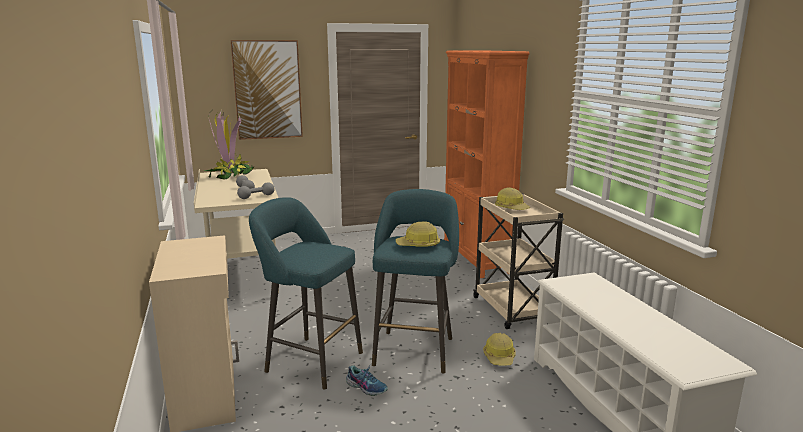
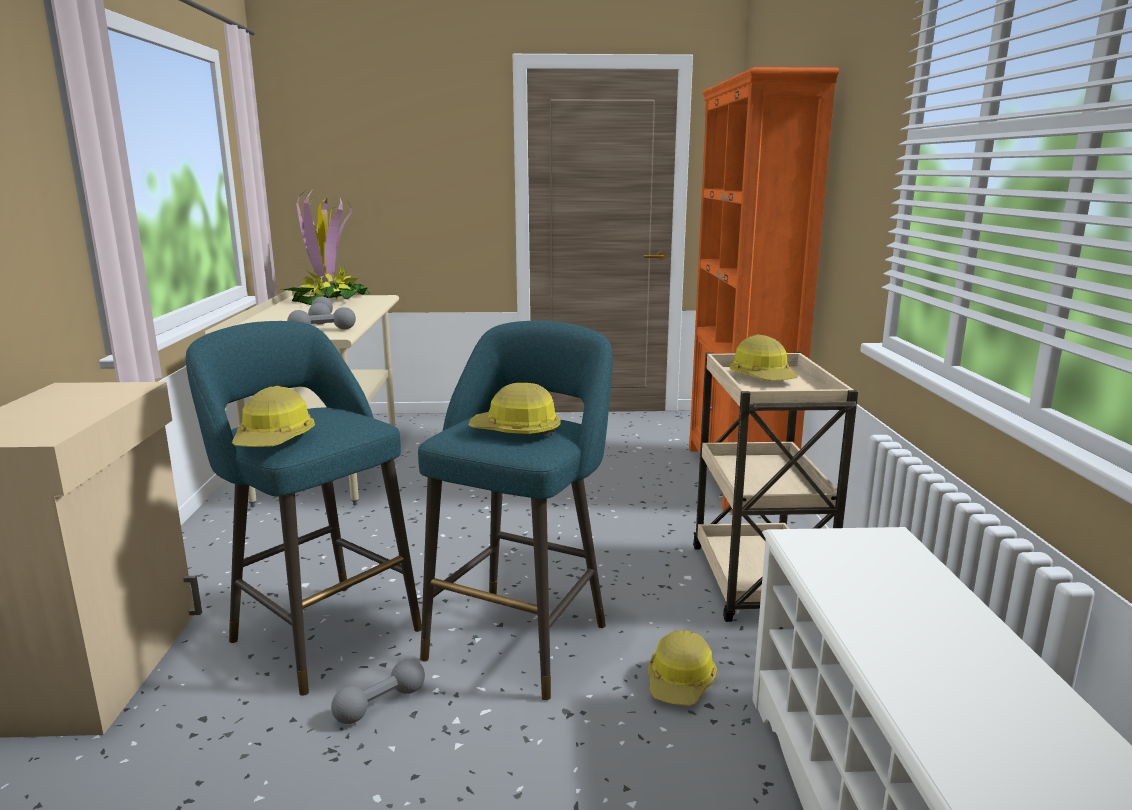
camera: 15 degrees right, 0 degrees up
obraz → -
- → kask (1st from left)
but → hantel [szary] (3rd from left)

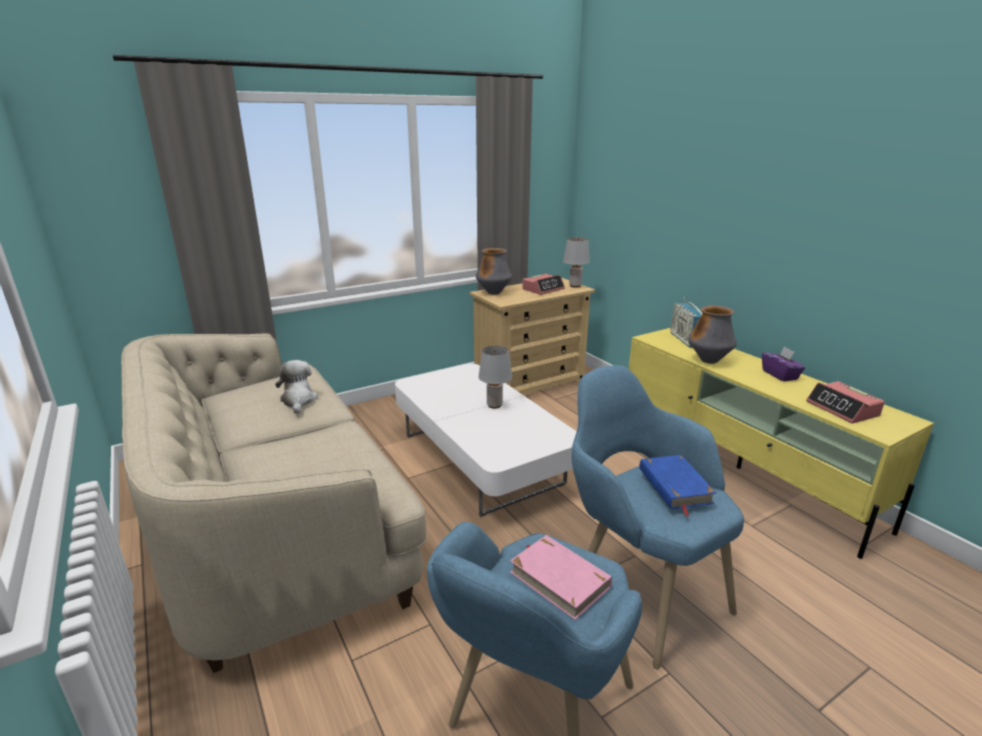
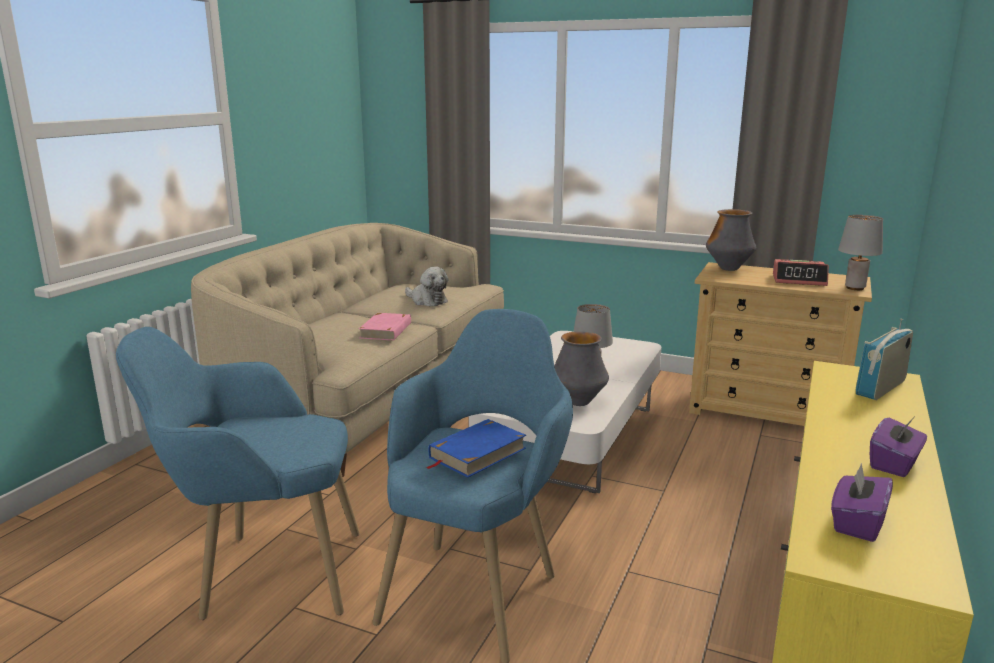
camera: 55 degrees right, 5 degrees down
książka [różowy], moved
wazon (2nd from left in the first image) → wazon (1st from left), moved
budzik (2nd from left) → pudełko chusteczek [fioletowy] (1st from left)
pluszak, 90 degrees clockwise

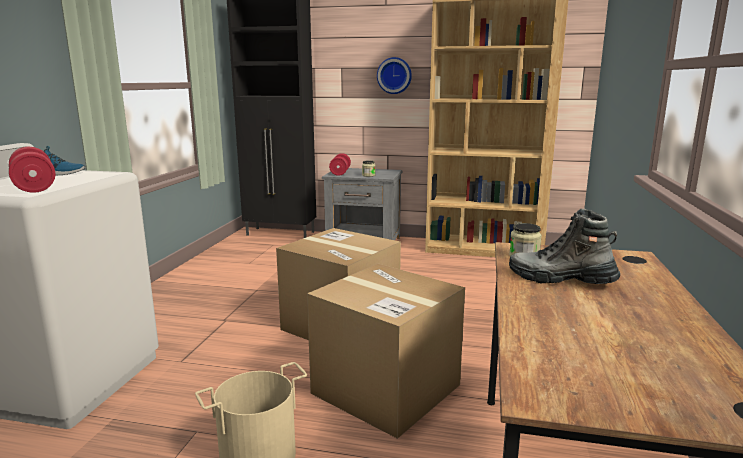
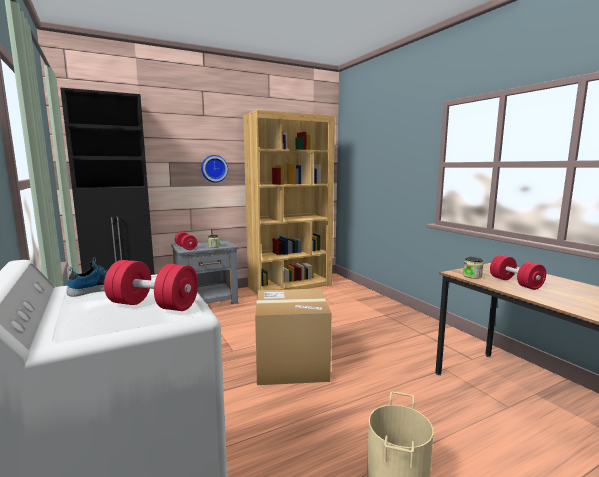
camera: 40 degrees left, 5 degrees down
karton (2nd from left) → -
but z cholewką → hantel [czerwony] (3rd from left)

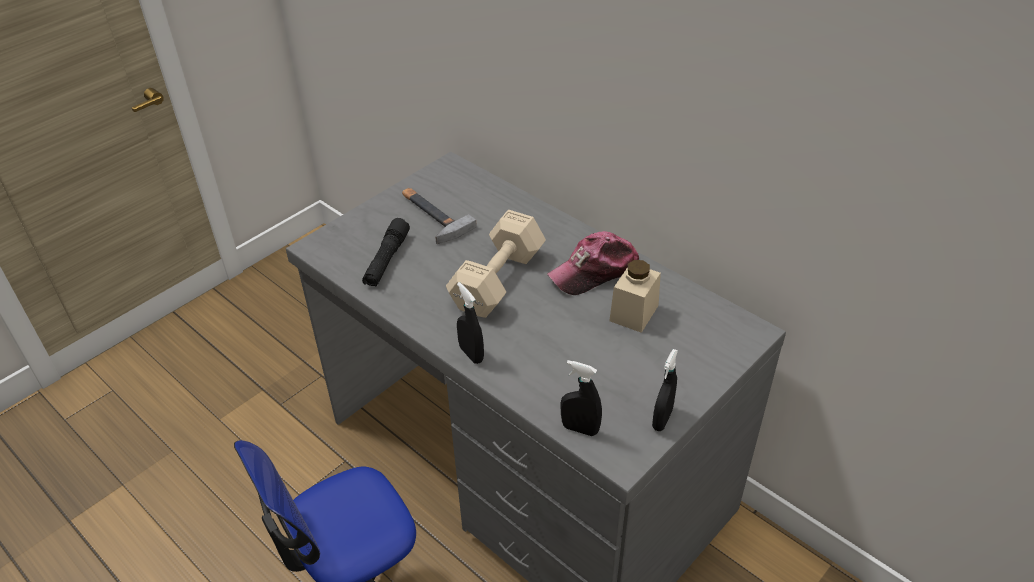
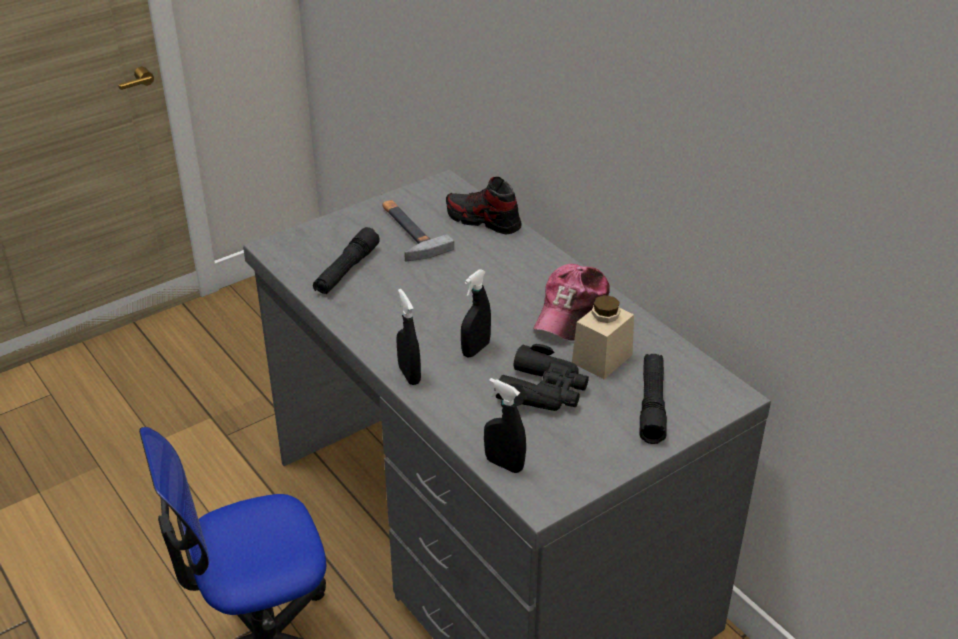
camera: 10 degrees right, 5 degrees down
hantel [beżowy] → -
- → but
- → lornetka [czarny]
- → latarka [czarny] (2nd from left)
spryskiwacz [czarny] (3rd from left in the first image) → spryskiwacz [czarny] (2nd from left), moved
czapka z daszkiem, 45 degrees counterclockwise

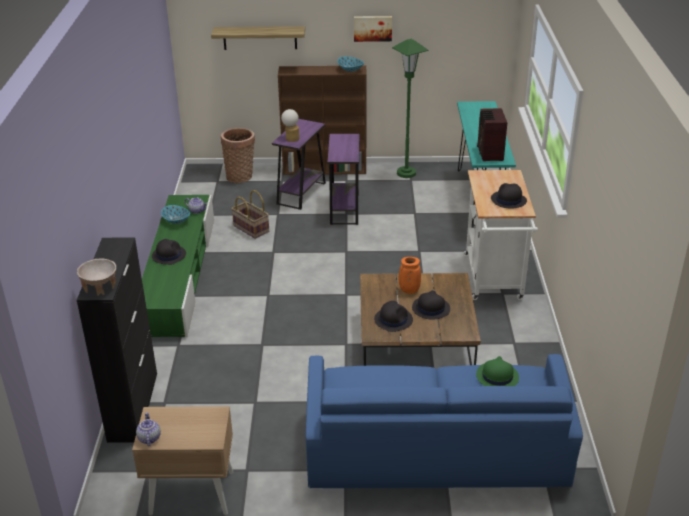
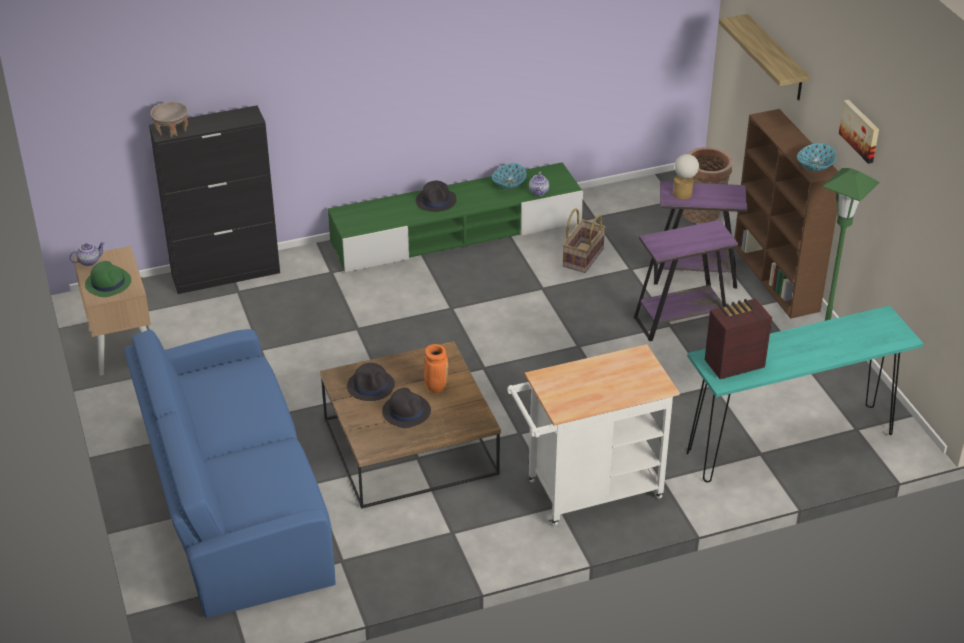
camera: 70 degrees right, 5 degrees up
kapelusz [czarny] (4th from left) → -
kapelusz [zielony], moved

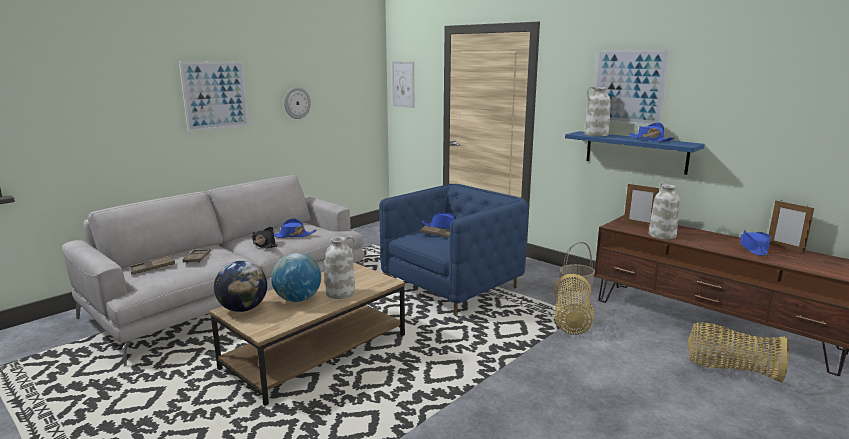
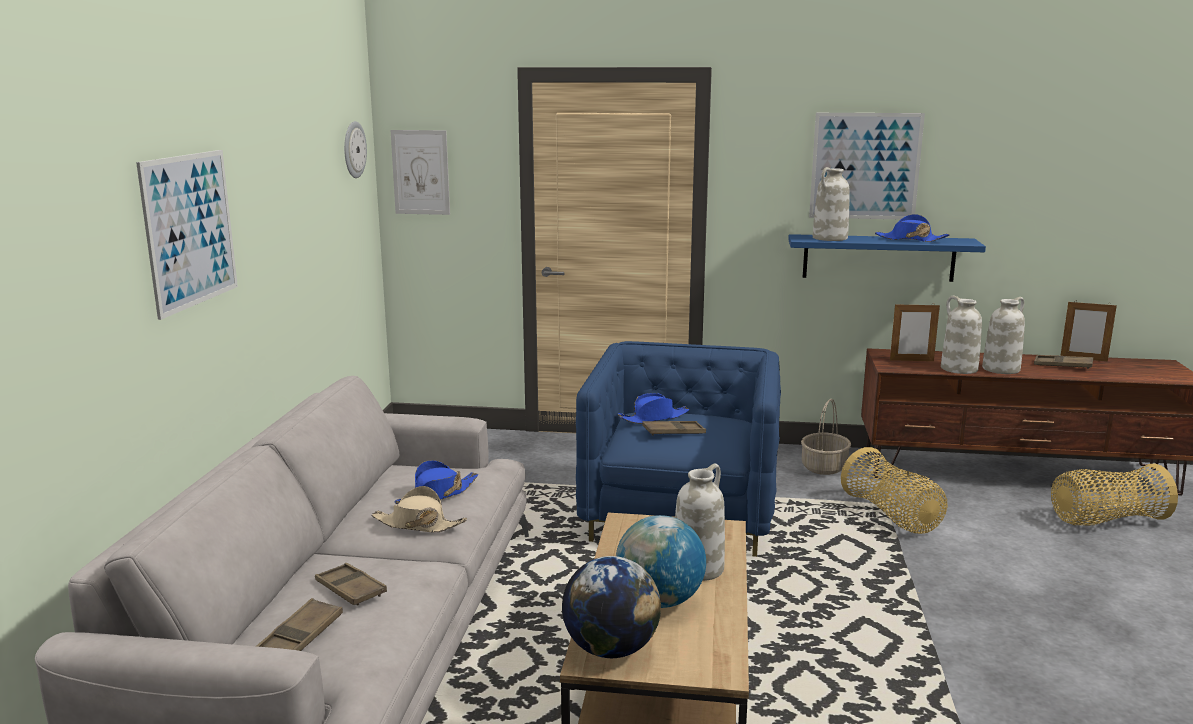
camera: 35 degrees left, 0 degrees up
- → wazon [biały] (4th from left)
zegar ścienny, moved
kapelusz [niebieski] (4th from left) → taca [brązowy] (4th from left)
kapelusz [czarny] → kapelusz [beżowy]

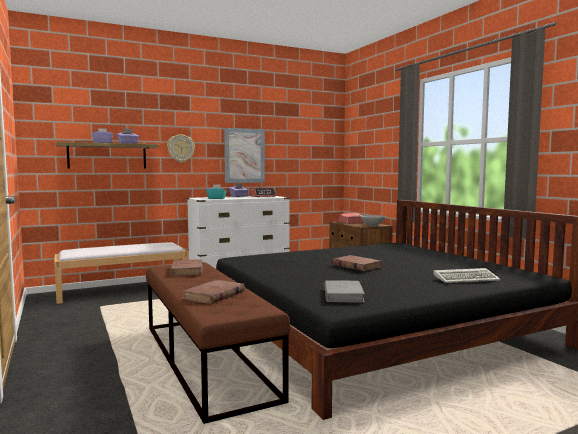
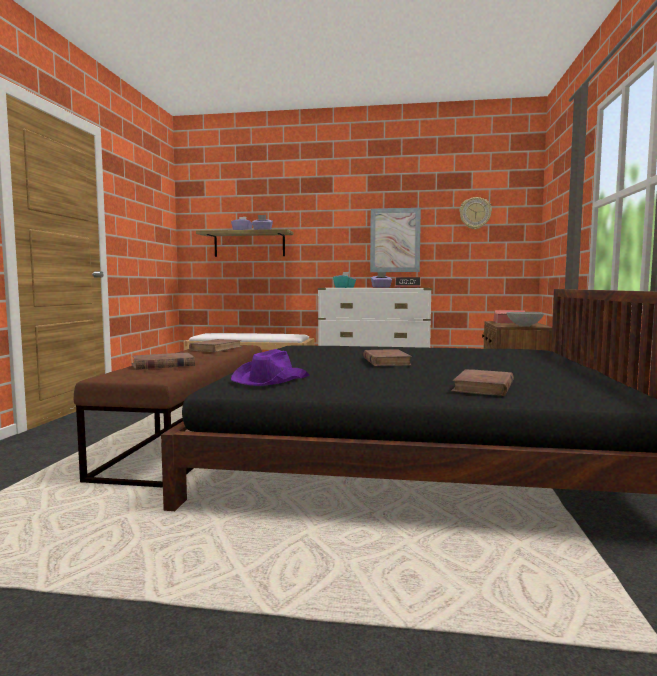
camera: 35 degrees right, 0 degrees up
zegar ścienny, moved
książka [szary] → kapelusz [fioletowy]
klawiatura → książka [brązowy] (4th from left)

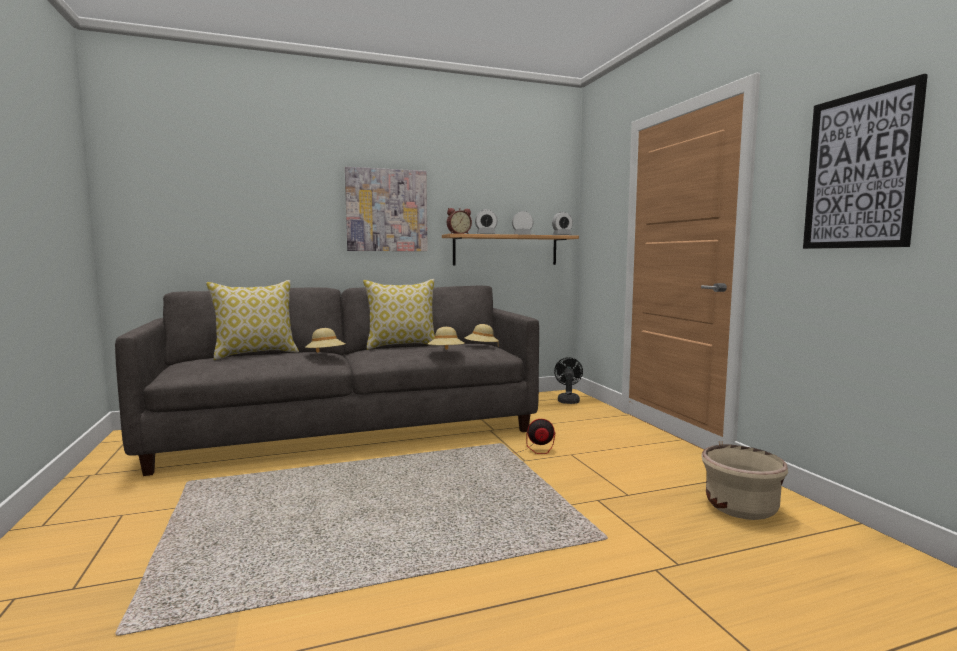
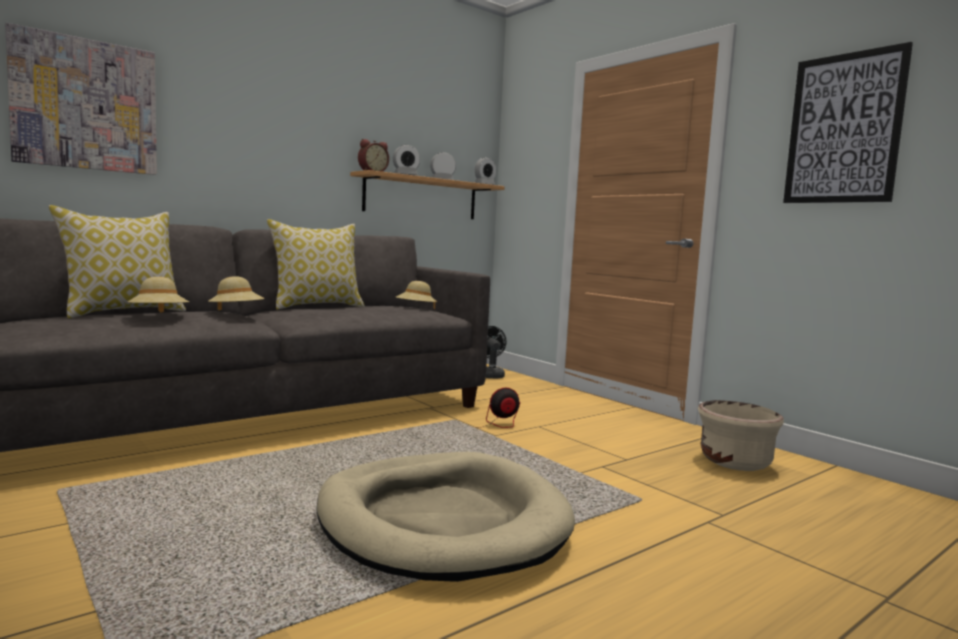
camera: 20 degrees left, 0 degrees up
- → legowisko [beżowy]
obraz (1st from left), moved
kapelusz [beżowy] (2nd from left in the first image) → kapelusz [beżowy] (1st from left), moved

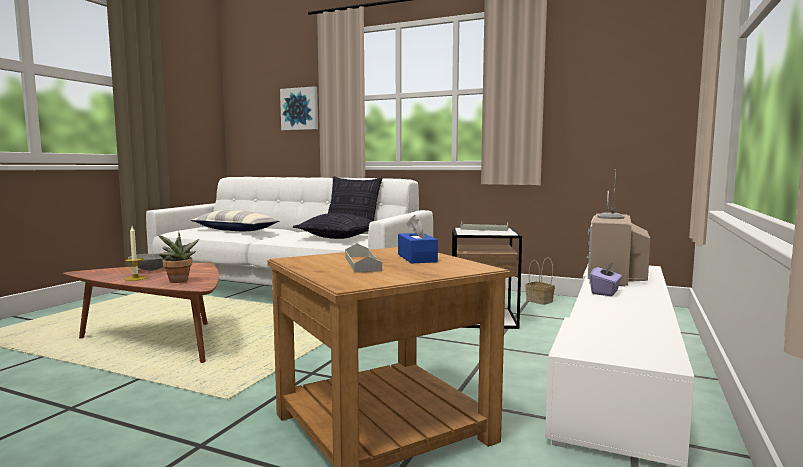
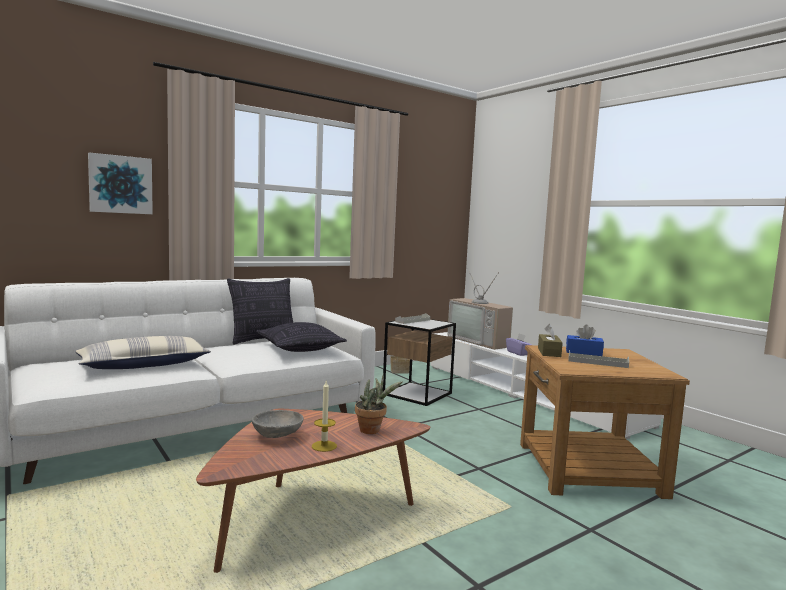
camera: 60 degrees left, 0 degrees up
- → pudełko chusteczek [brązowy]

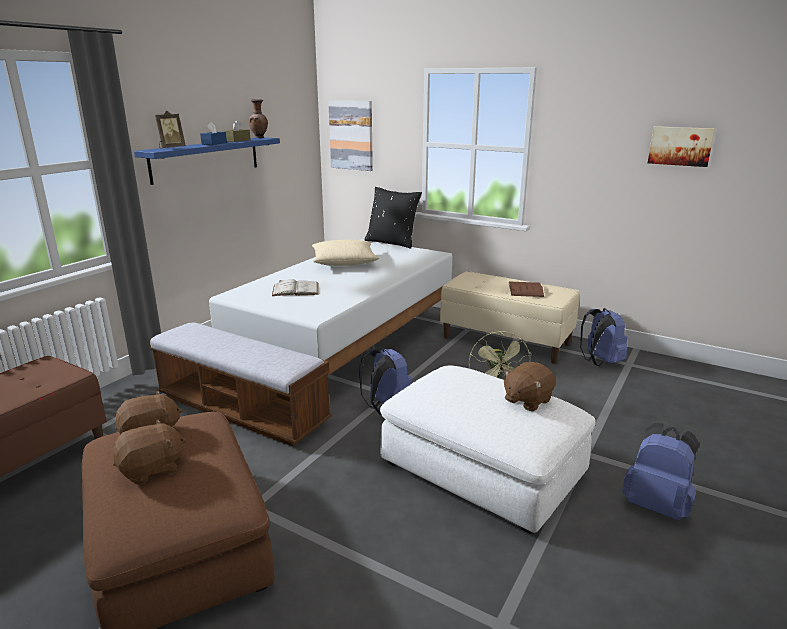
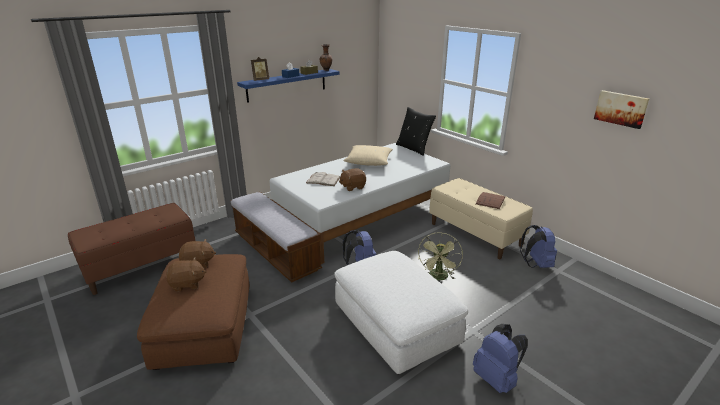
camera: 20 degrees right, 5 degrees up
obraz (1st from left) → -
pluszak [brązowy] (3rd from left), moved

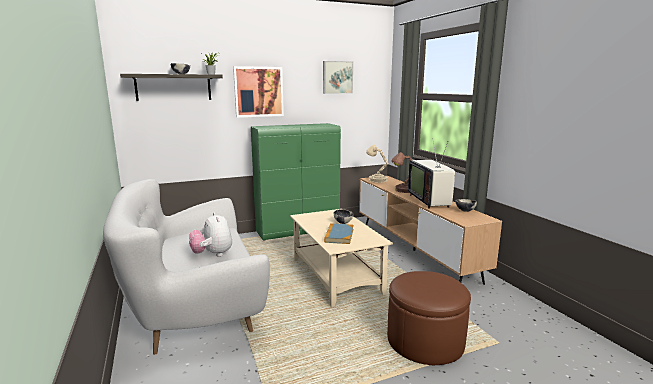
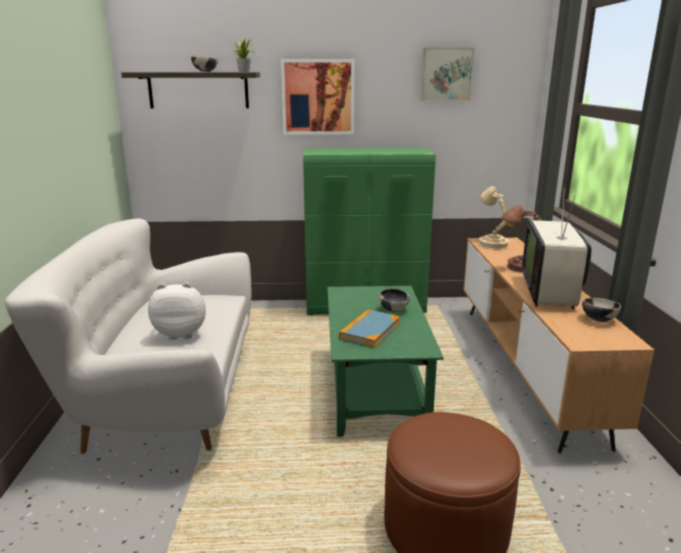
camera: 20 degrees right, 5 degrees up
ława [beżowy] → ława [zielony]
pluszak, 90 degrees clockwise

